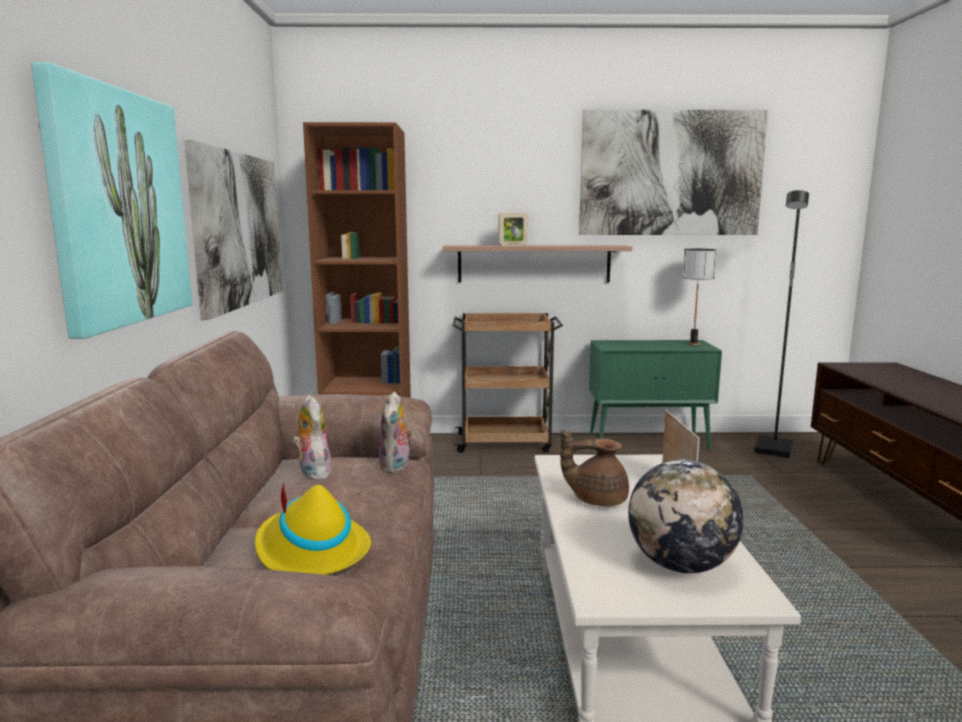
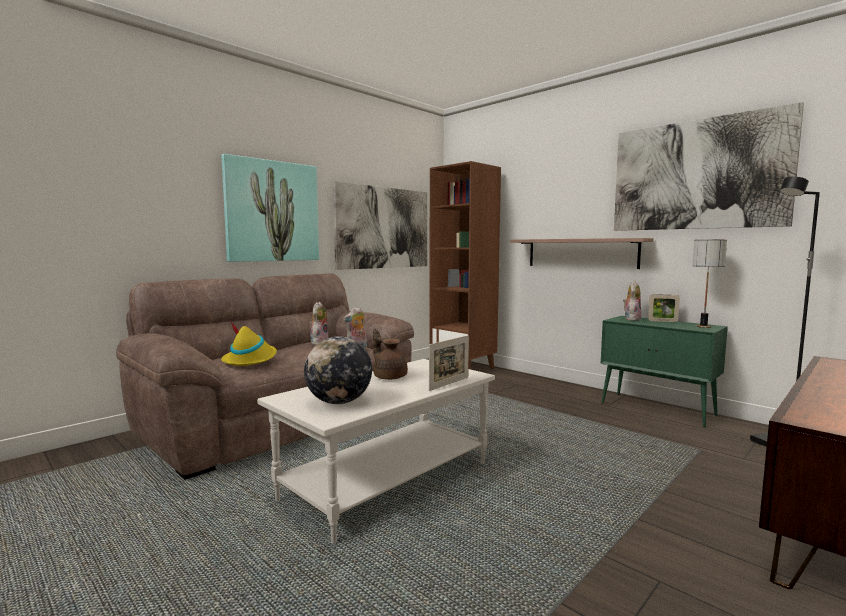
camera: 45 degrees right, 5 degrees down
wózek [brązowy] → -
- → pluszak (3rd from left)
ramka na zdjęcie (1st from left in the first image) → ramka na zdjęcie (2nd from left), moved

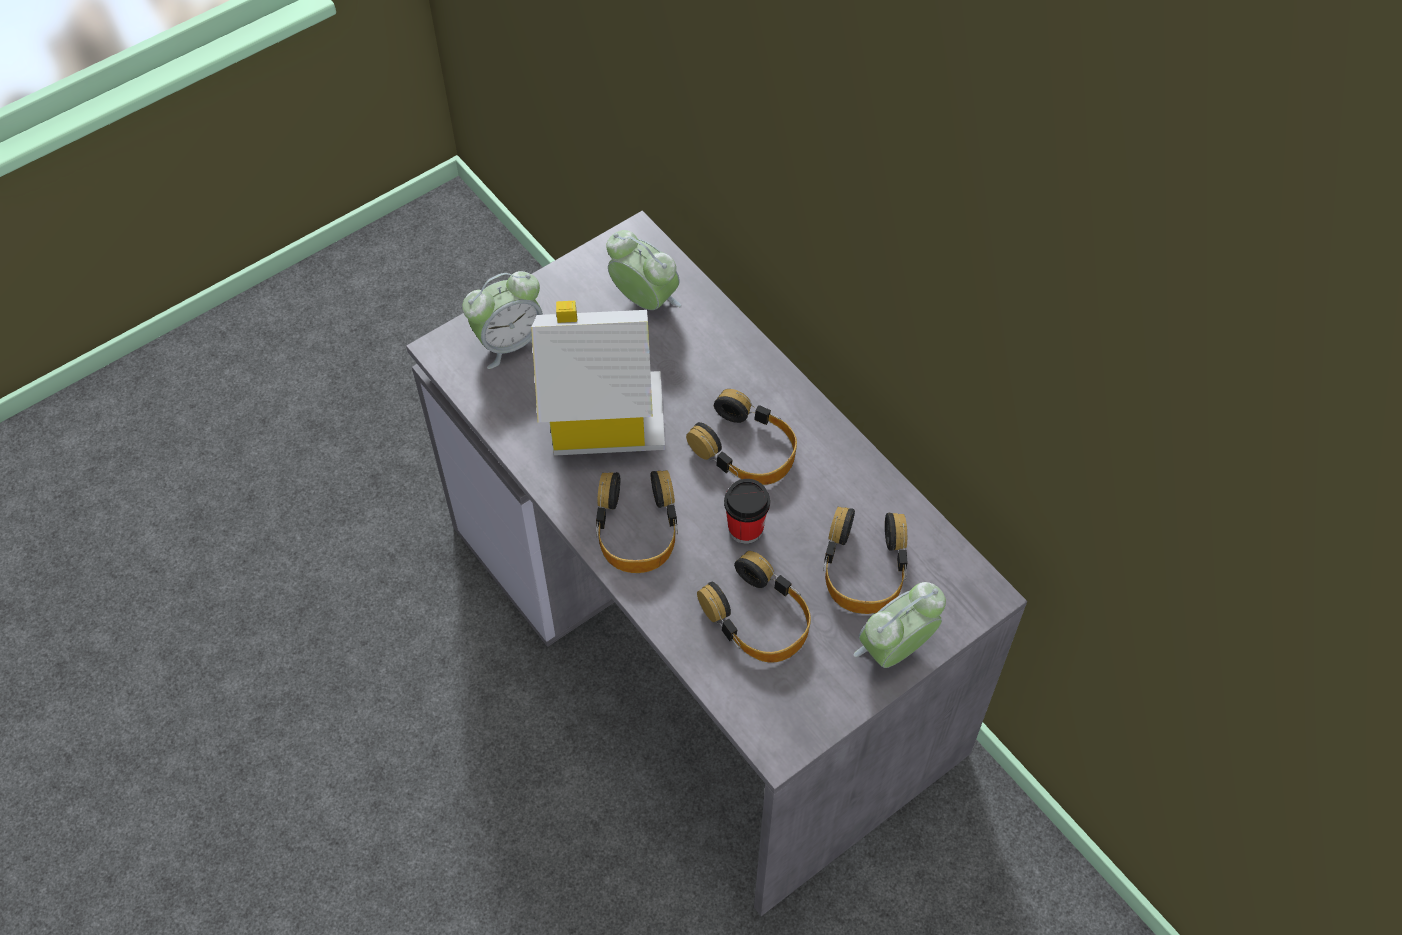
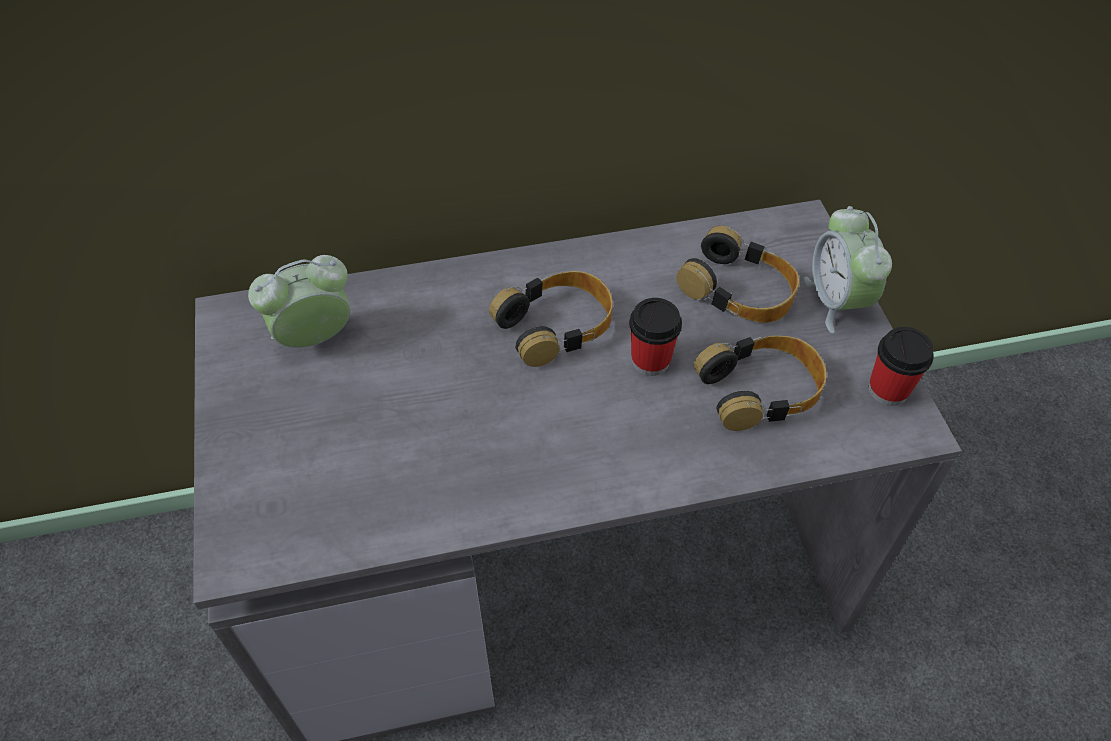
camera: 65 degrees left, 5 degrees down
budzik (1st from left) → -
domek → -
słuchawki (1st from left) → -
- → filiżanka (2nd from left)

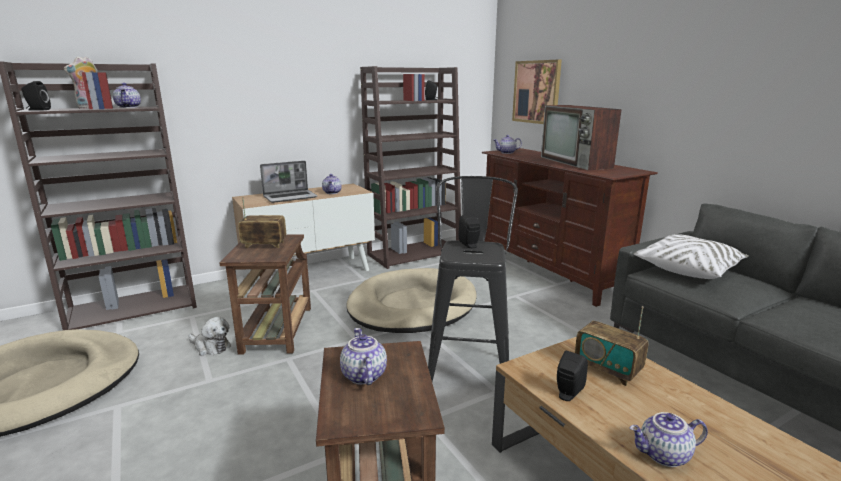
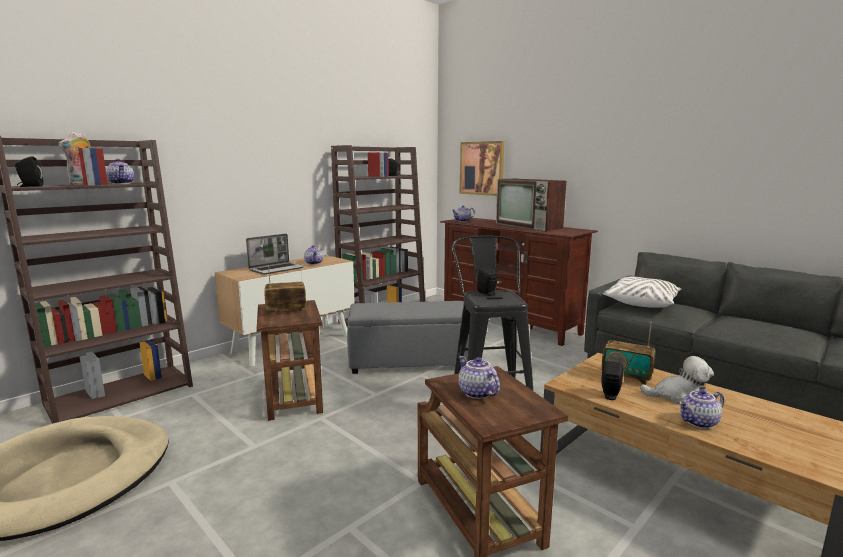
camera: 15 degrees left, 5 degrees down
pluszak (2nd from left), moved
legowisko [beżowy] (2nd from left) → pufa [szary]

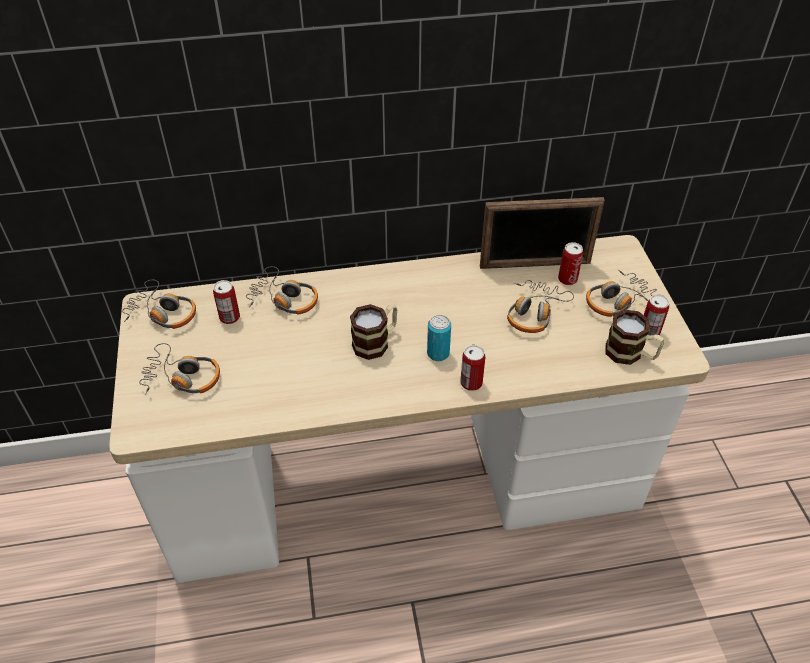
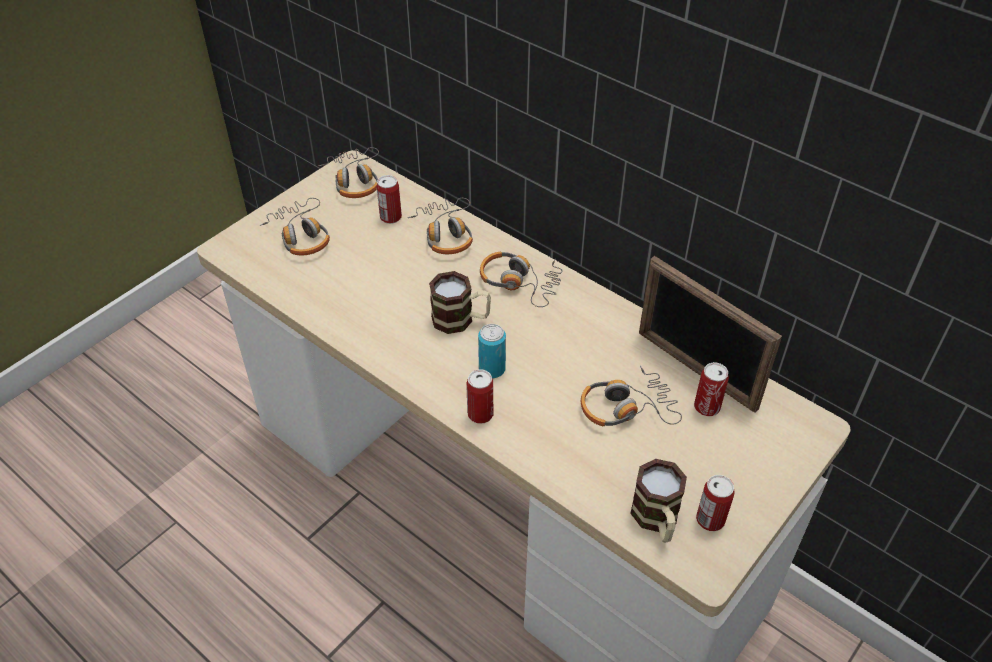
camera: 50 degrees right, 0 degrees up
słuchawki (5th from left in the first image) → słuchawki (4th from left), moved

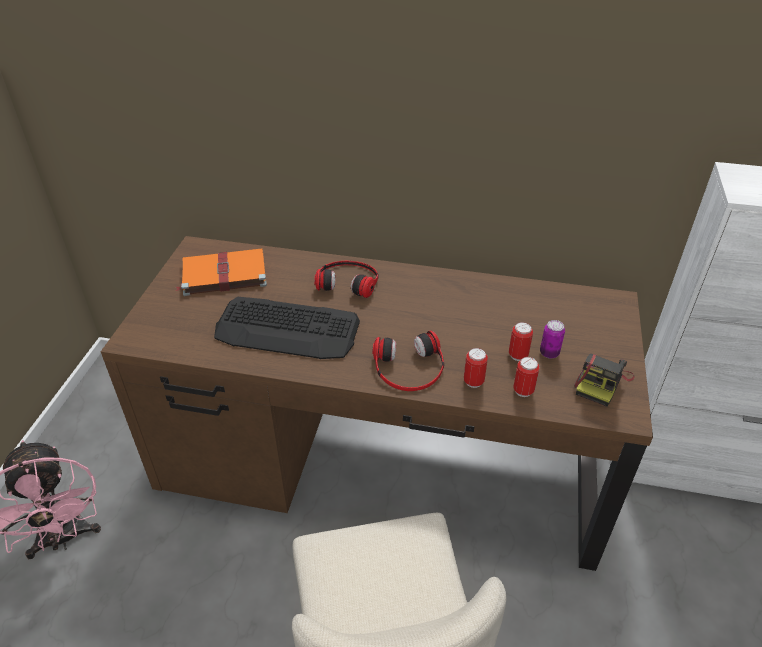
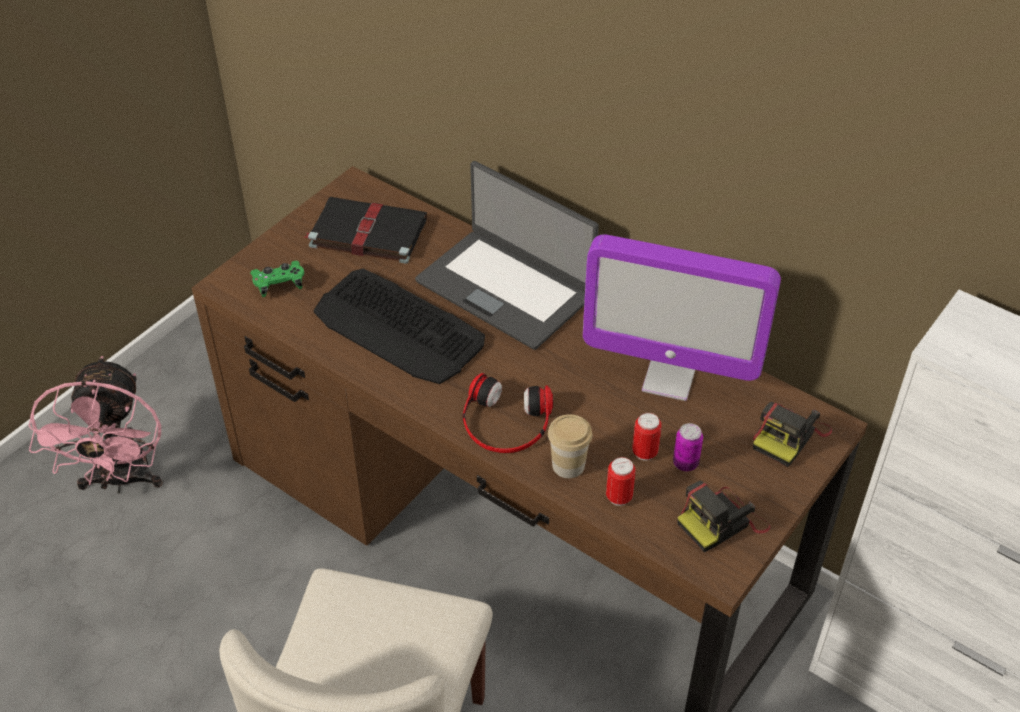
camera: 25 degrees right, 5 degrees up
- → pad do gier [zielony]
- → monitor
- → aparat fotograficzny (2nd from left)
słuchawki (1st from left) → laptop
puszka (1st from left) → filiżanka
książka [pomarańczowy] → książka [czarny]

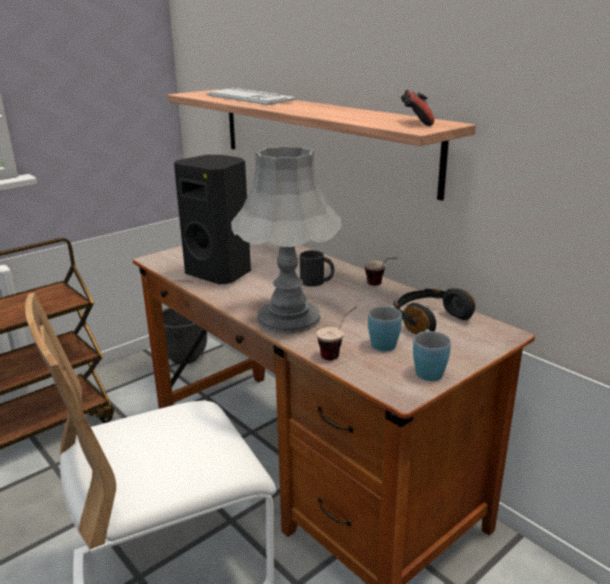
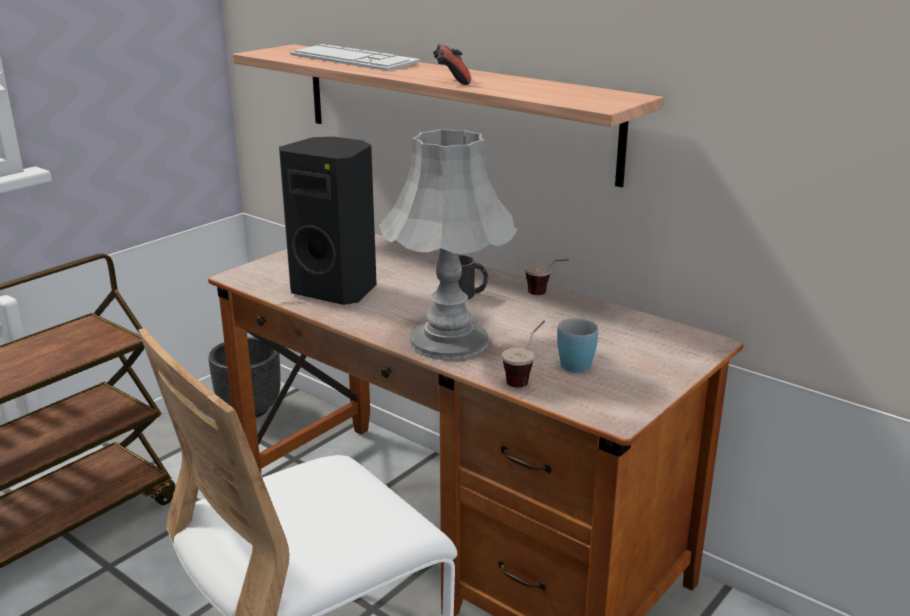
camera: 10 degrees left, 0 degrees up
słuchawki [czarny] → -
kubek [niebieski] (2nd from left) → -
pad do gier, moved

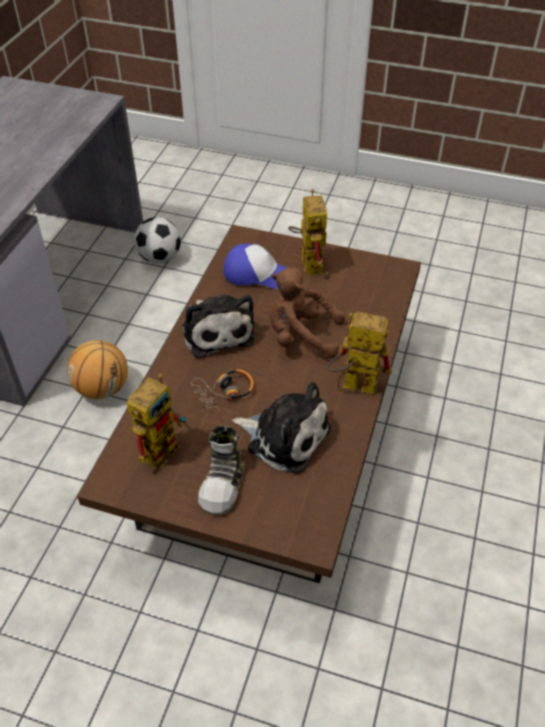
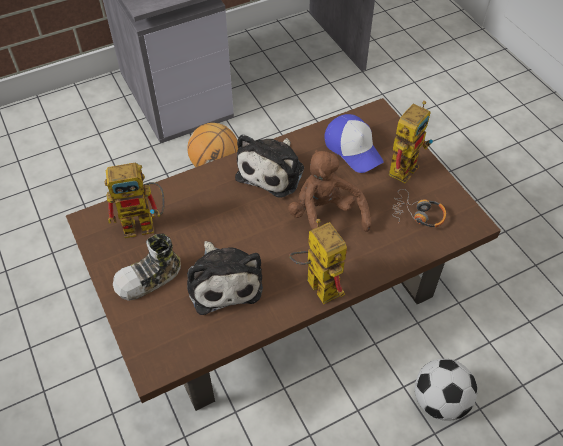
camera: 45 degrees right, 5 degrees up
piłka futbolowa, moved
słuchawki, moved

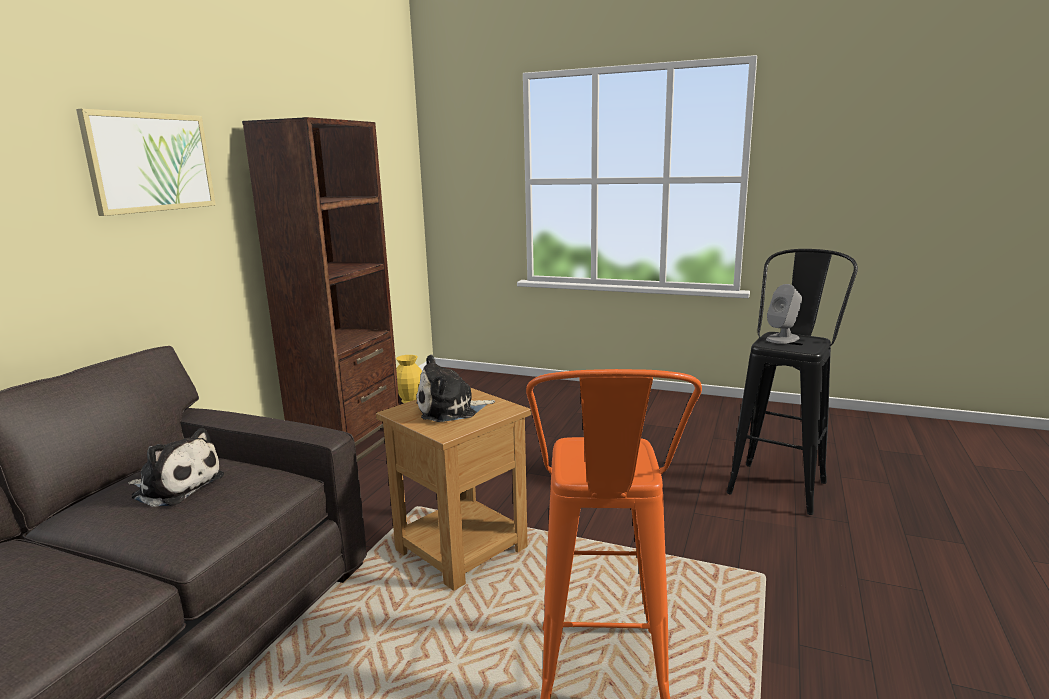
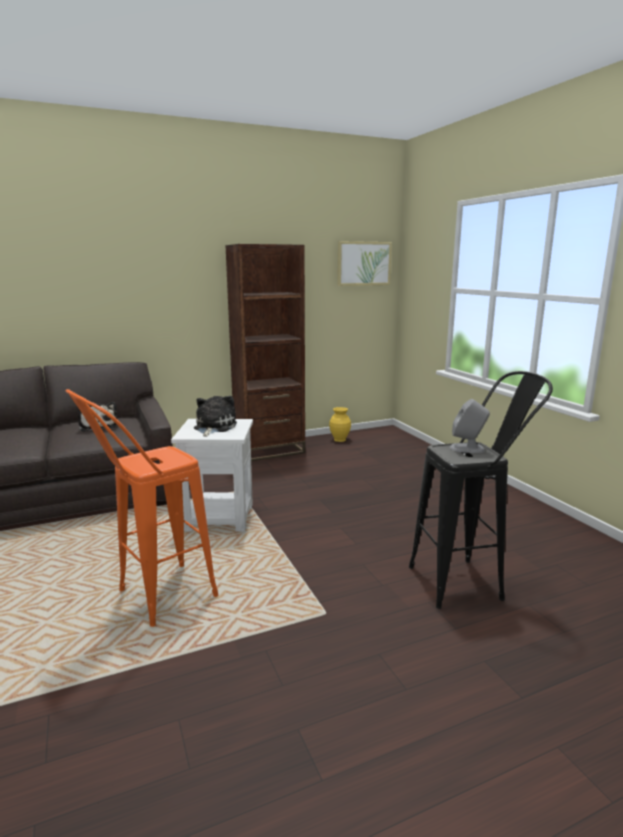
camera: 45 degrees right, 0 degrees up
obraz, moved
stolik [brązowy] → stolik [biały]
pluszak (2nd from left), 75 degrees clockwise

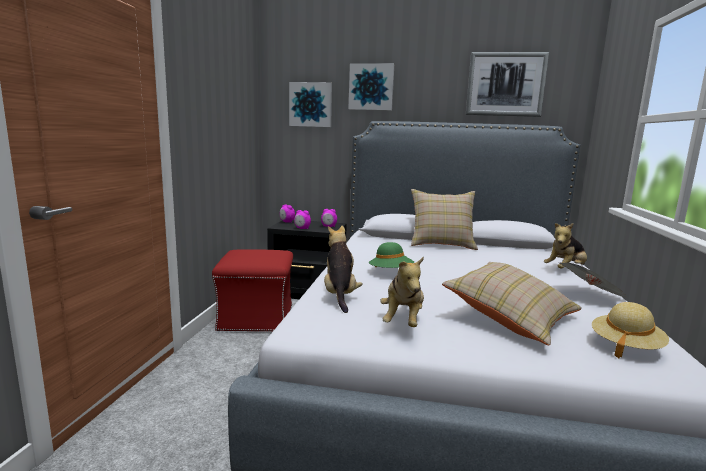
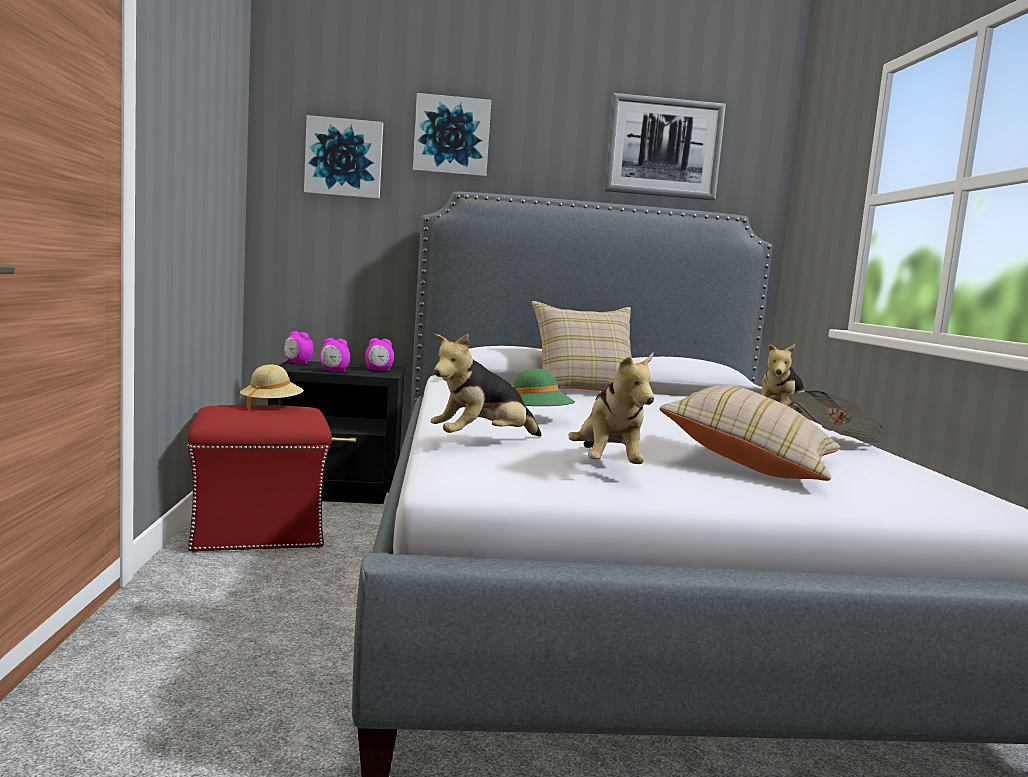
camera: 15 degrees left, 5 degrees down
kapelusz [beżowy], moved
pluszak (1st from left), 105 degrees counterclockwise

